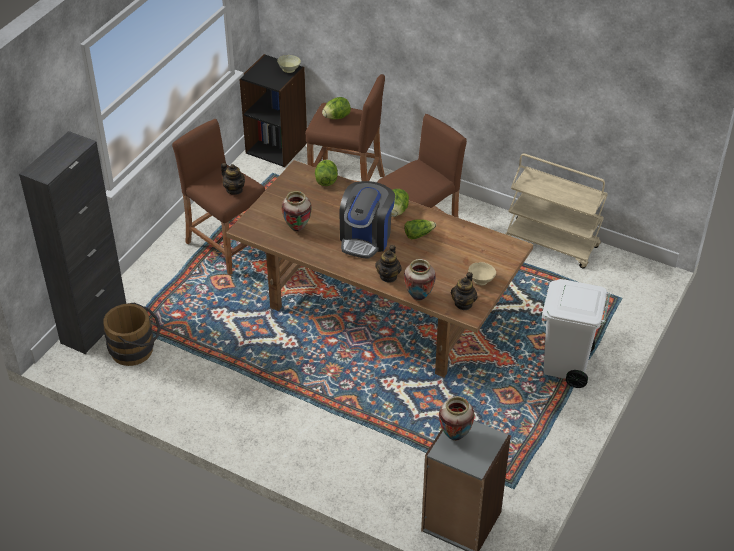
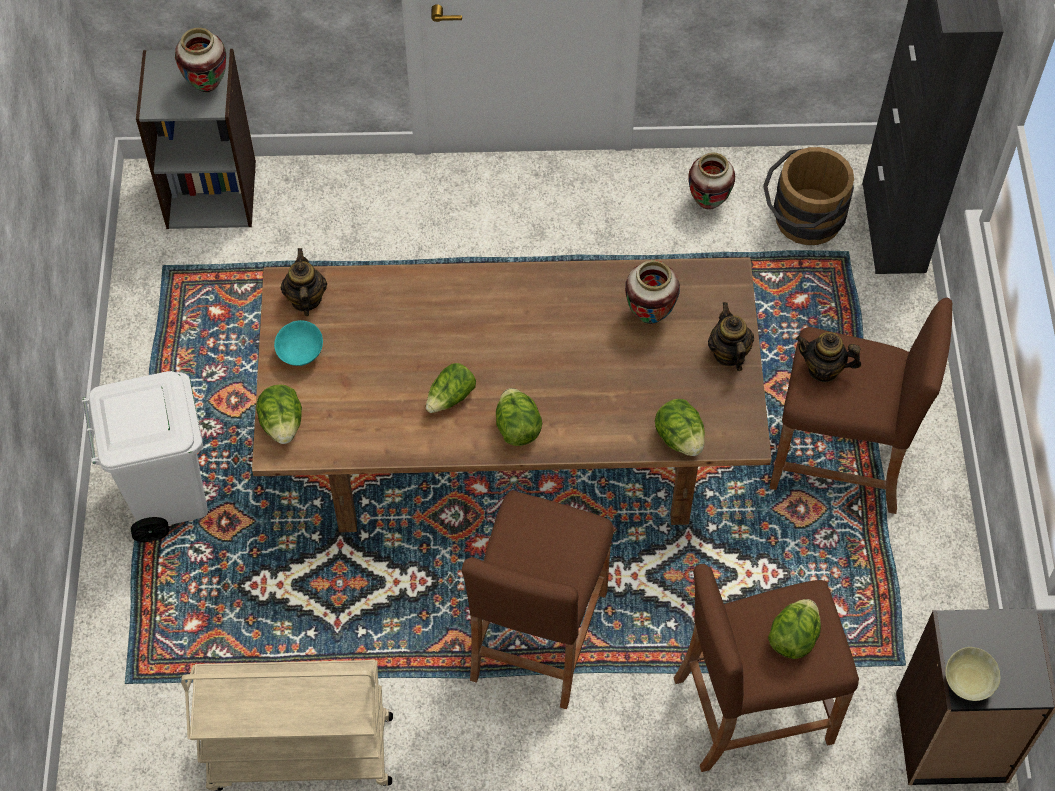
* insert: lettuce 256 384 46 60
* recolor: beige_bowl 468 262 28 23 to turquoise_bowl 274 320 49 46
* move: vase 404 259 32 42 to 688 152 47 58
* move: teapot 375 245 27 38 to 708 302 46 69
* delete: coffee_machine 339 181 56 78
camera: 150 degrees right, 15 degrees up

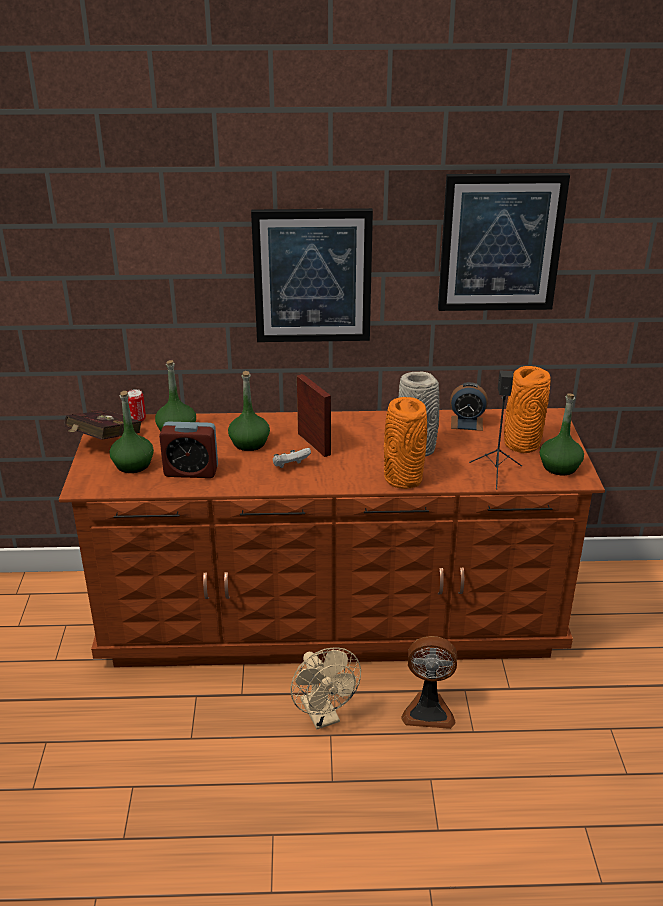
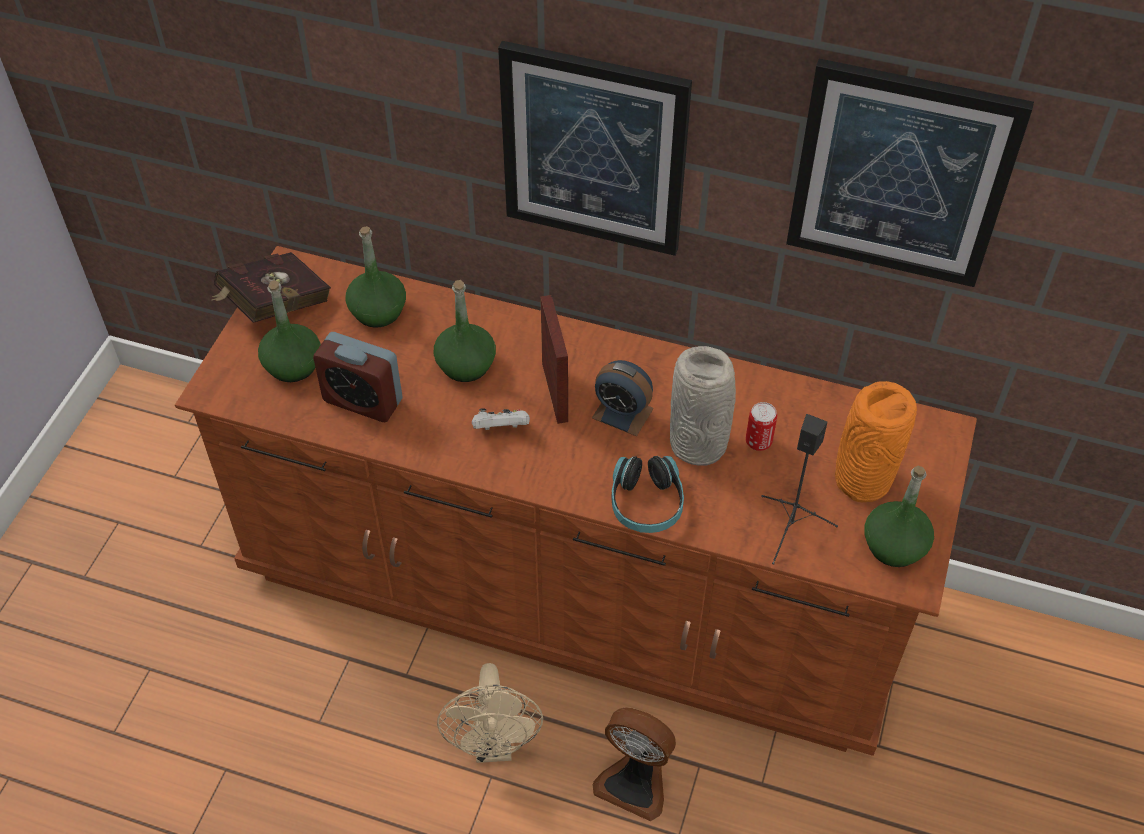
* move: alarm_clock 450 382 38 49 to 592 360 62 76
* replace: orange_vase 384 397 43 92 to headphones 611 456 73 77
* move: can 128 389 18 33 to 746 402 31 49
camera: 20 degrees right, 20 degrees up

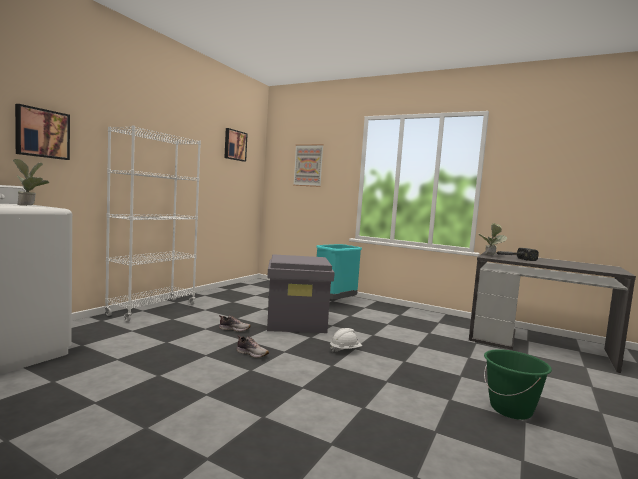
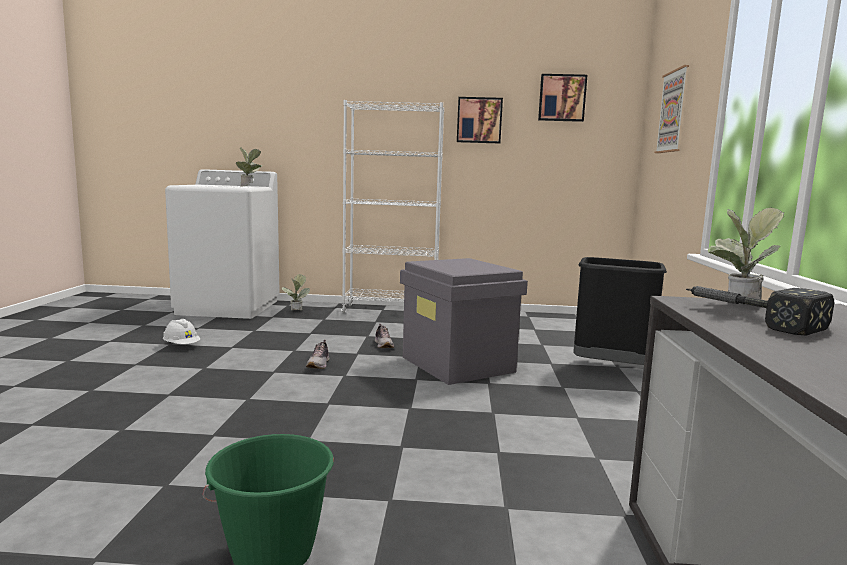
* move: white_hard_hat 330 328 32 25 to 163 319 37 25
* insert: potted_plant 281 274 29 37
* move: picture 15 104 55 56 to 457 97 46 47
* recolor: turquoise_trash_can 316 244 46 55 to black_trash_can 573 257 94 108
camera: 65 degrees right, 5 degrees up

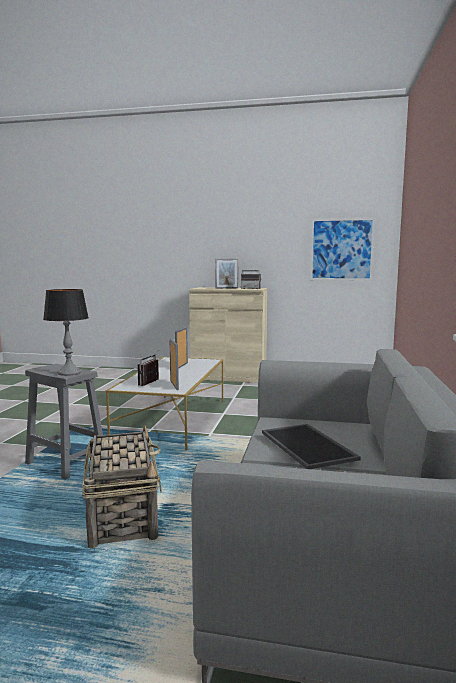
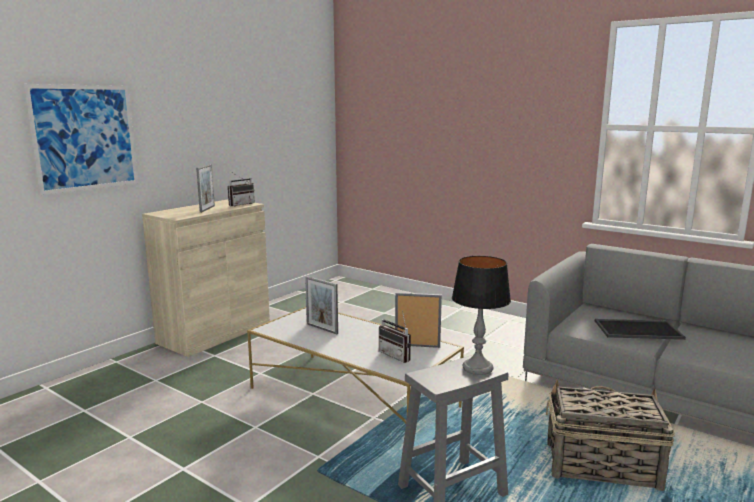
* move: picture 310 218 65 63 to 23 84 115 111
camera: 65 degrees left, 5 degrees up

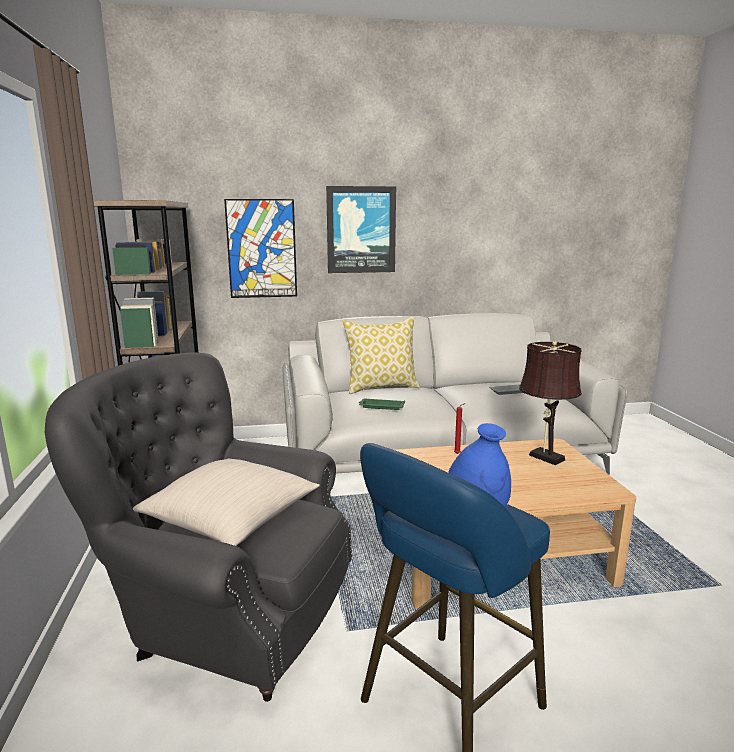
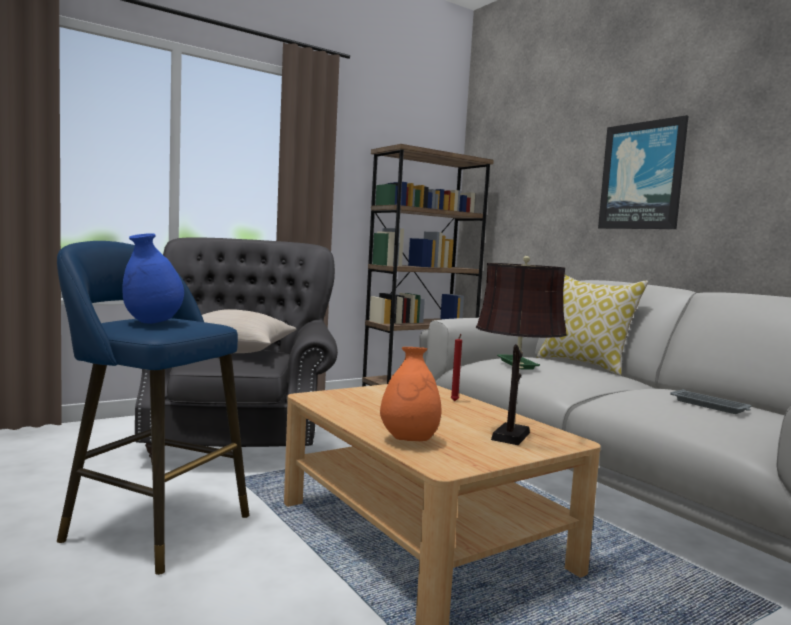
* insert: orange_vase 380 347 61 94
* delete: picture 224 199 73 99
camera: 65 degrees right, 10 degrees down

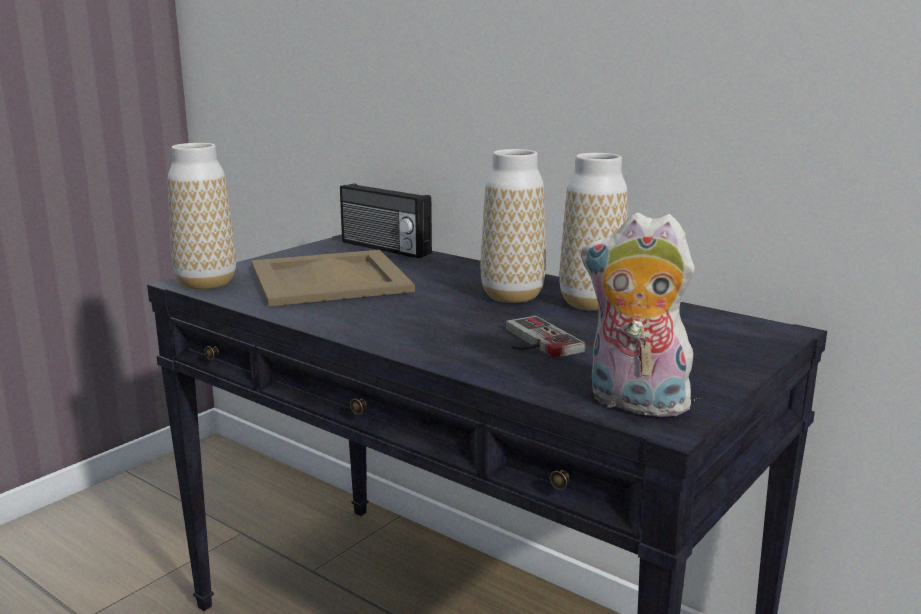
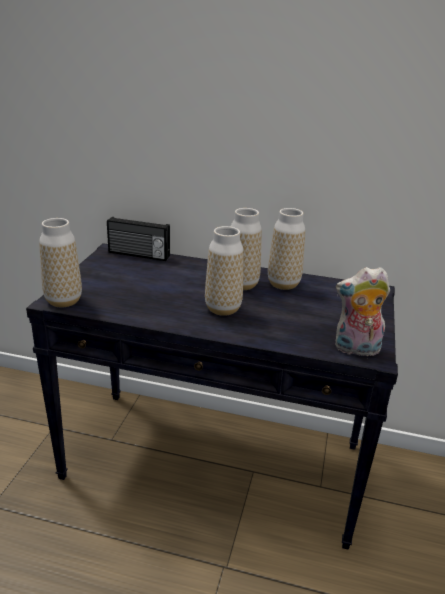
* insert: vase 205 226 38 90
* delete: beige_tray 251 250 164 57
* delete: game_controller 506 316 79 42
camera: 25 degrees left, 10 degrees up

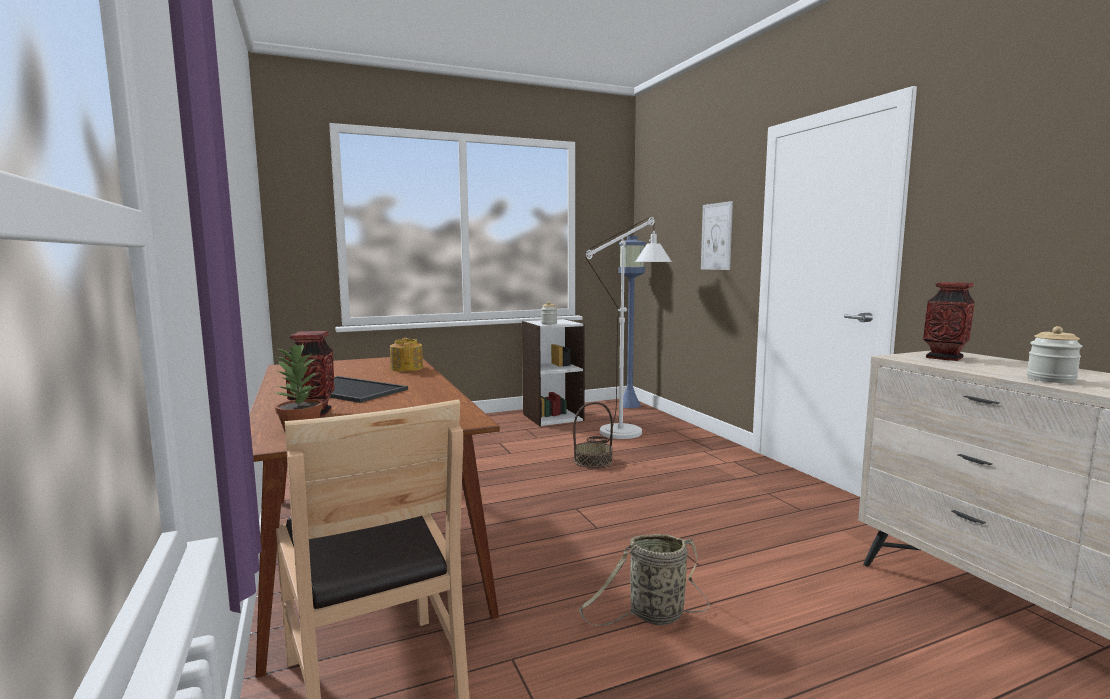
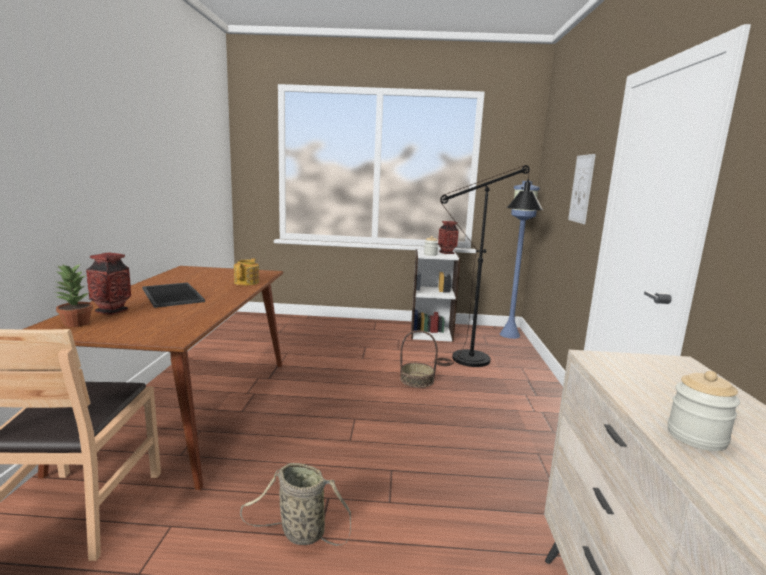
* recolor: white_floor_lamp 585 216 87 227 to black_floor_lamp 434 165 110 202
* move: vase 923 282 52 79 to 438 221 21 33
camera: 25 degrees right, 5 degrees up

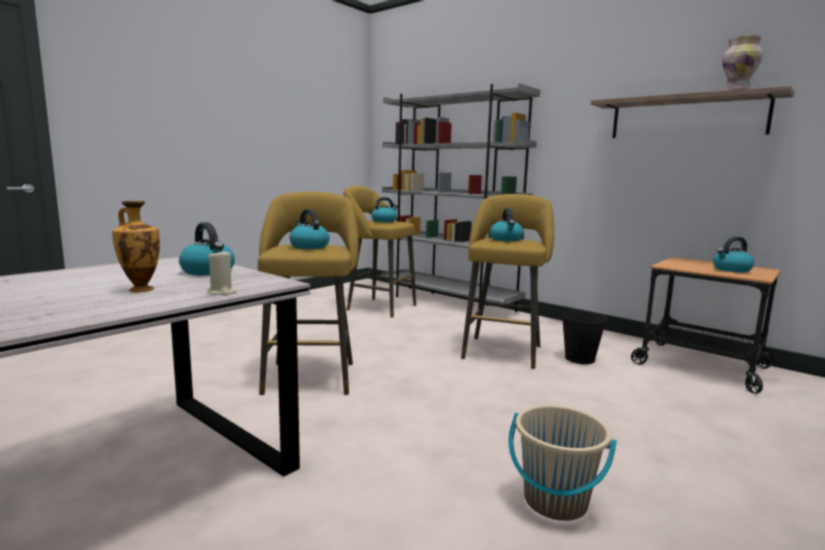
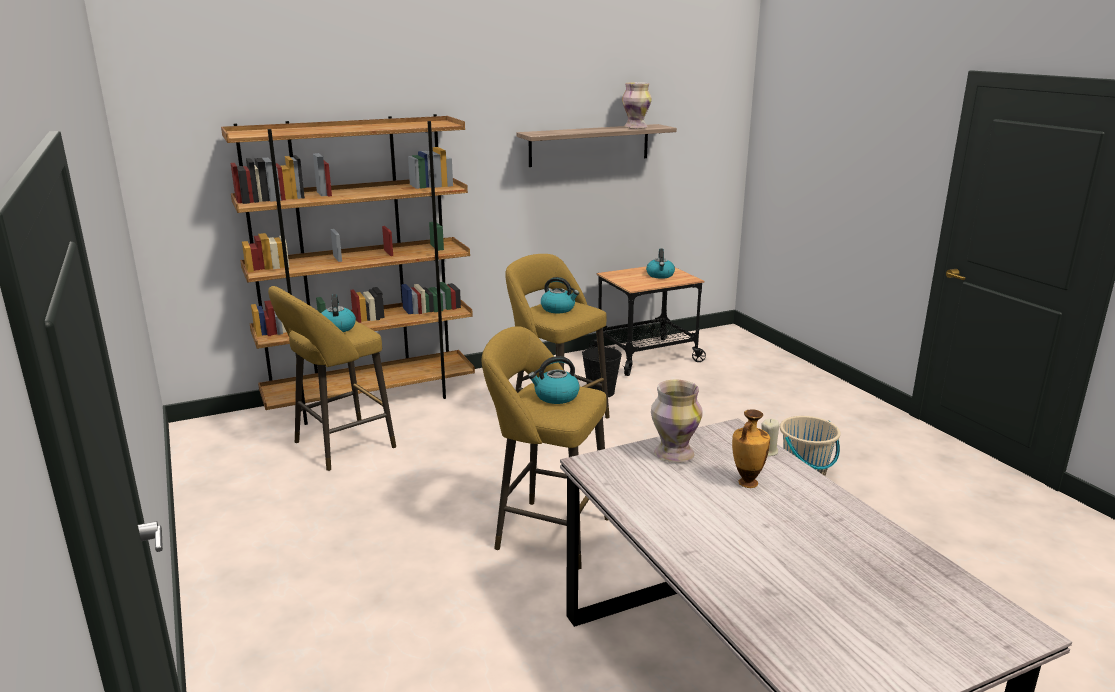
* recolor: grey_bookcase 381 83 159 229 to brown_bookcase 221 114 254 311
* replace: kettle 179 222 56 53 to vase 651 380 51 83
camera: 65 degrees left, 10 degrees up

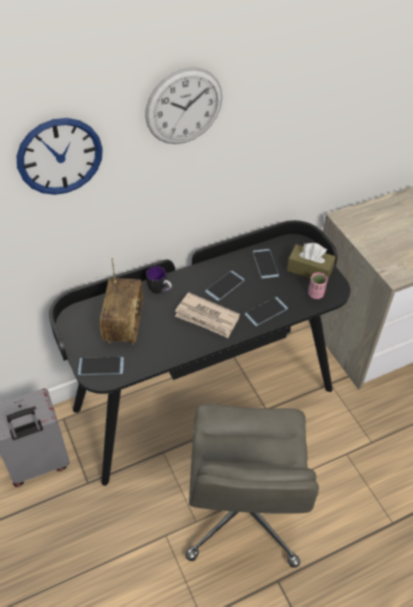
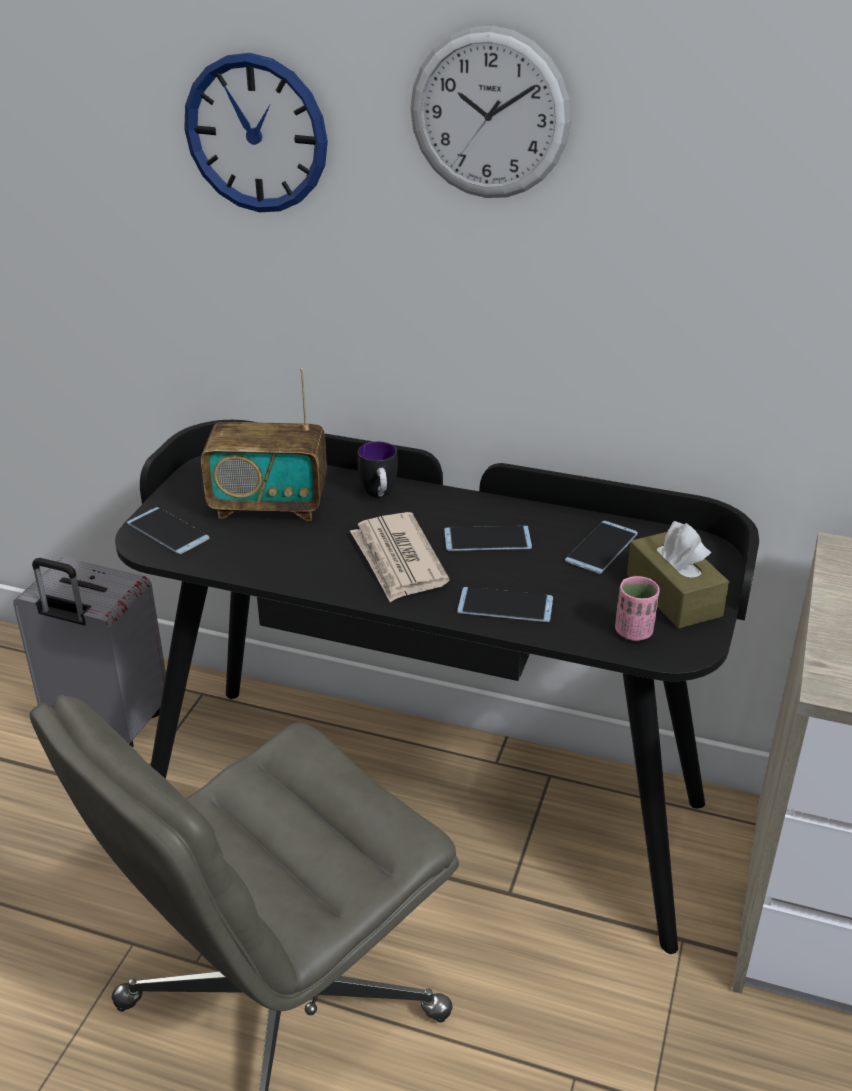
* rotate: radio 100 258 43 87 = 201 368 126 153 45 degrees clockwise
camera: 45 degrees right, 15 degrees down

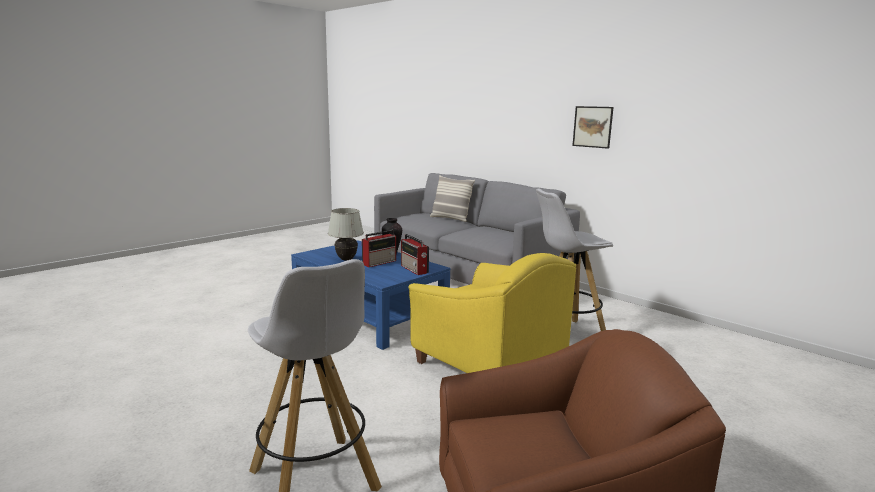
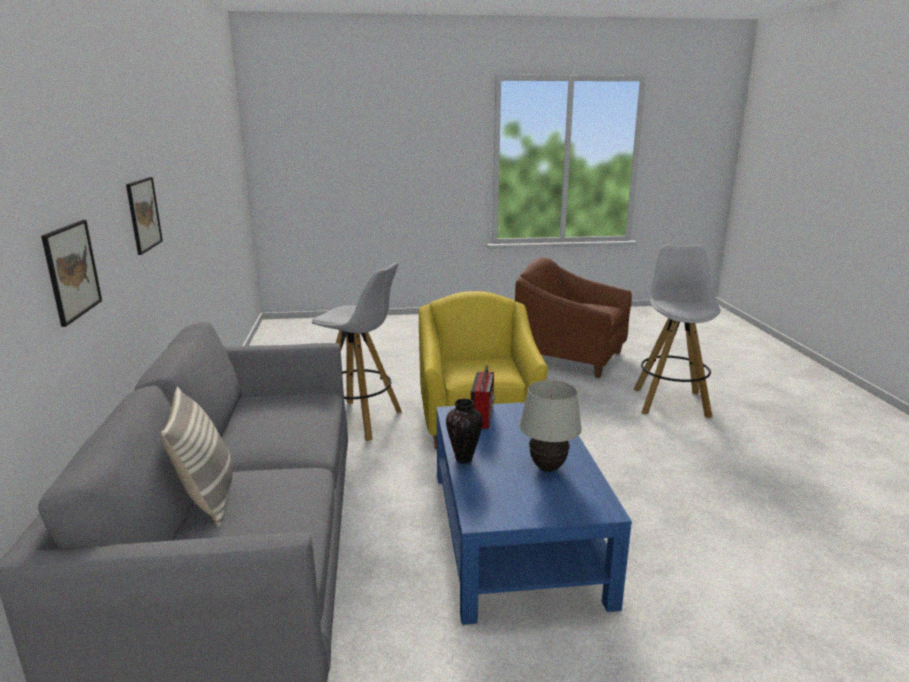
* insert: picture 41 220 61 107
* delete: radio 362 230 34 37
camera: 140 degrees left, 5 degrees up

